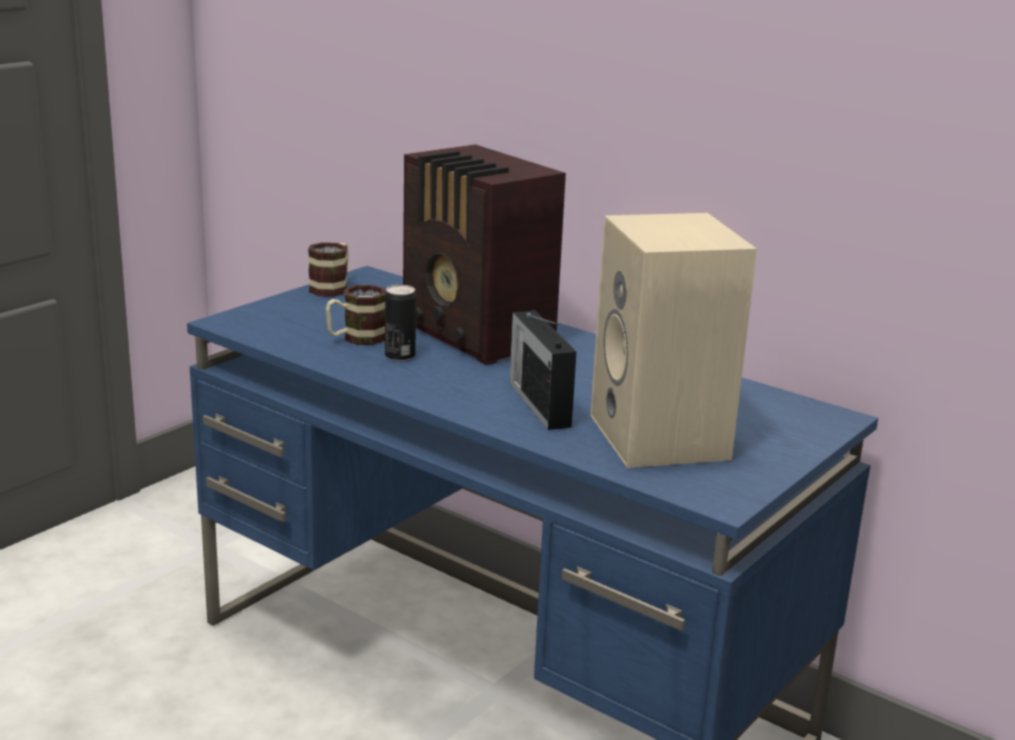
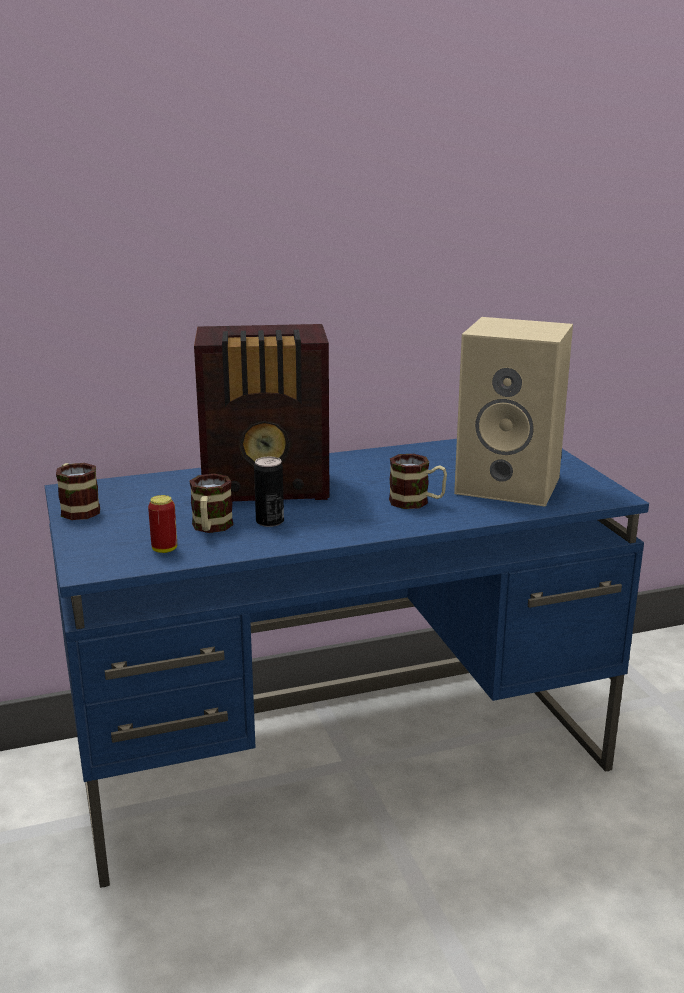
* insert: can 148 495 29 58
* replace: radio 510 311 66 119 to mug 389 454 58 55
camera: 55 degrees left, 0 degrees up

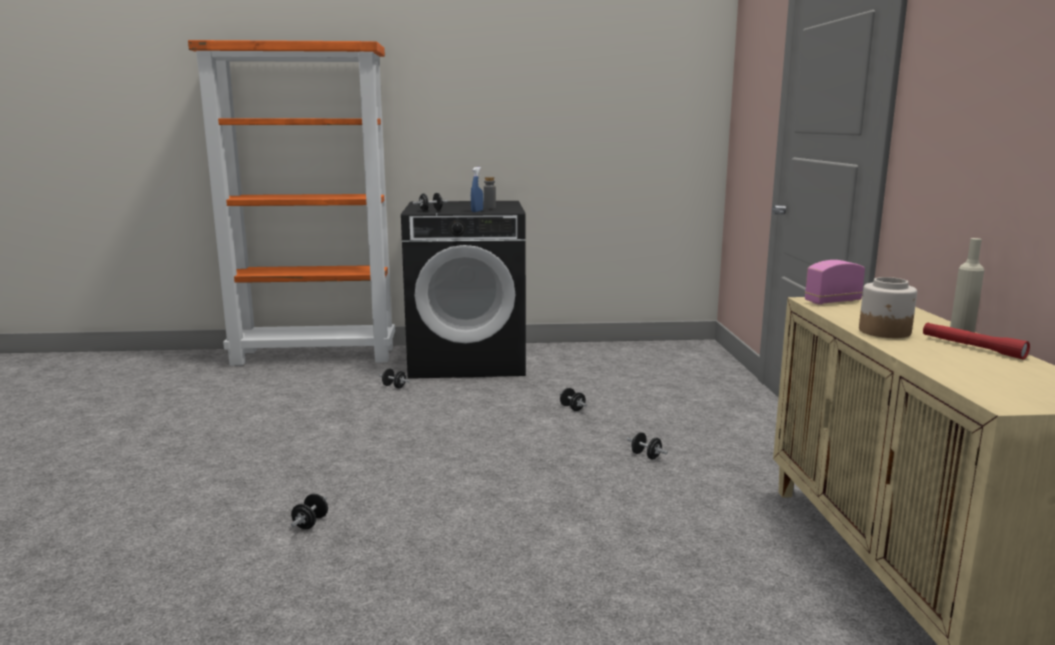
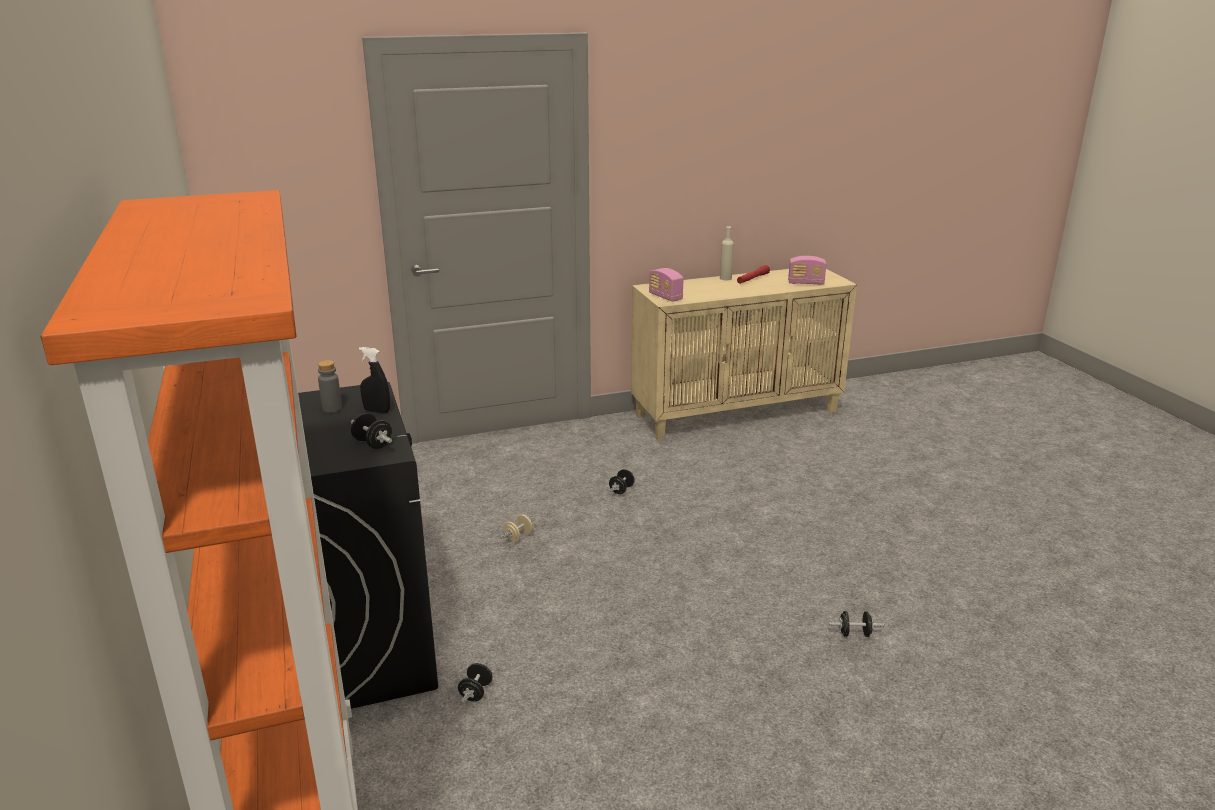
* recolor: blue_spray_bottle 471 167 12 45 to black_spray_bottle 359 347 31 66
* recolor: black_dumbbell 559 388 28 23 to beige_dumbbell 500 515 35 27
* insert: radio 788 256 38 29
* delete: jar 859 277 58 61
camera: 105 degrees left, 10 degrees up

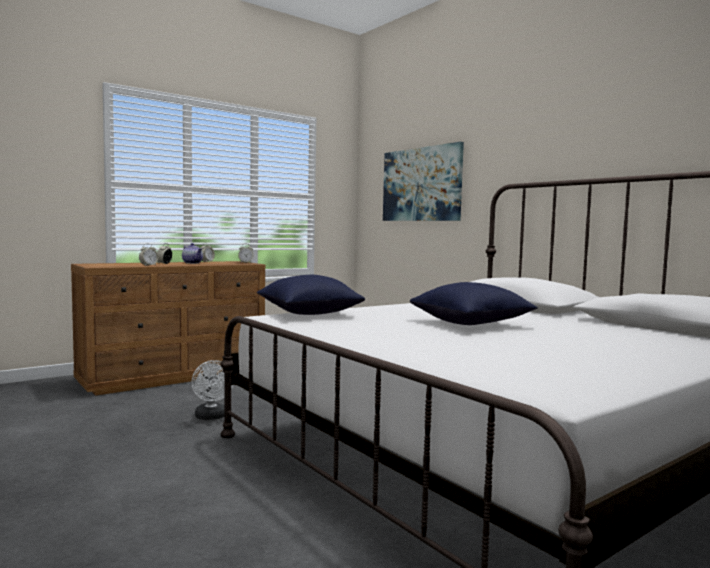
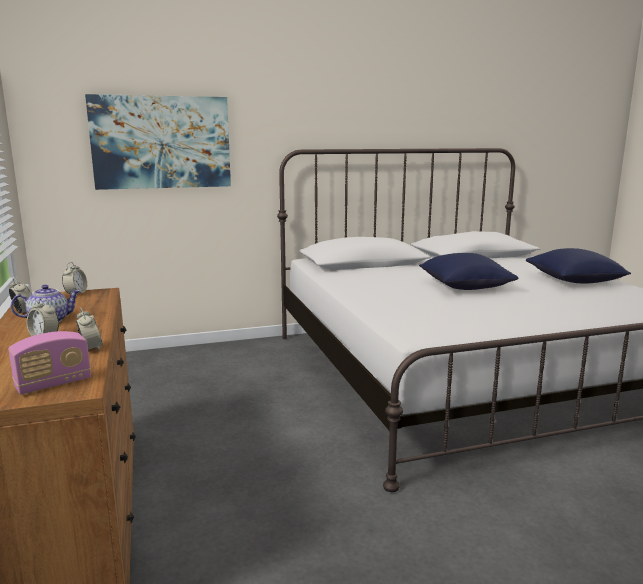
* insert: radio 8 331 83 64
* move: blue_pillow 257 275 108 40 to 526 248 105 36
* delete: white_fan 191 360 42 60
camera: 70 degrees left, 10 degrees up

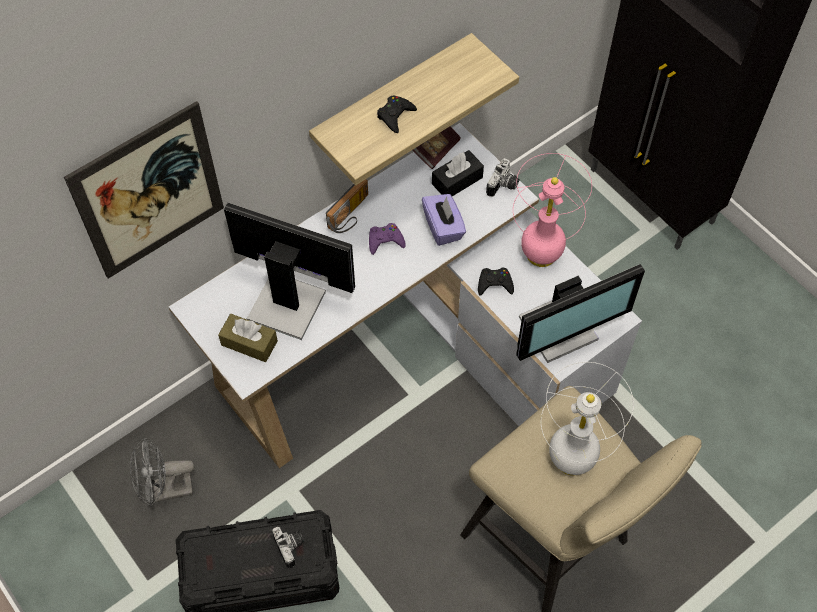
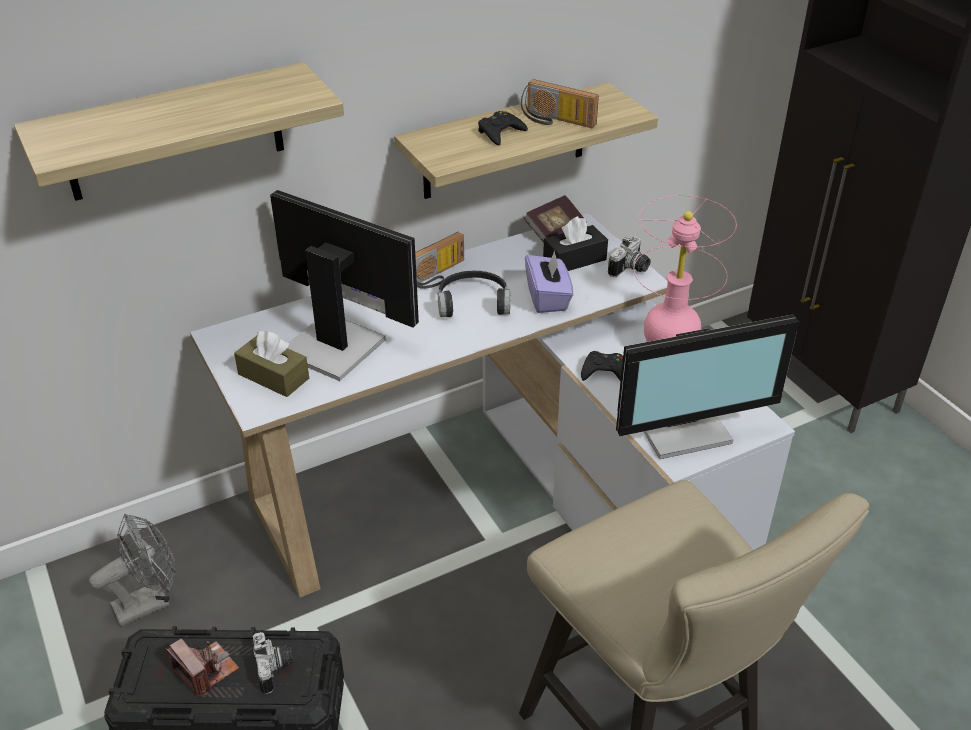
* replace: picture 64 101 160 178 to shelf 14 62 330 139
* rotate: grey_fan 130 437 64 70 = 89 514 87 113 150 degrees clockwise
* insert: photo_camera 166 638 73 59
* replace: purple_game_controller 369 223 37 32 to black_headphones 438 271 73 46
* insert: radio 521 79 78 49
* delete: white_table_lamp 541 362 93 113
camera: 10 degrees right, 20 degrees down

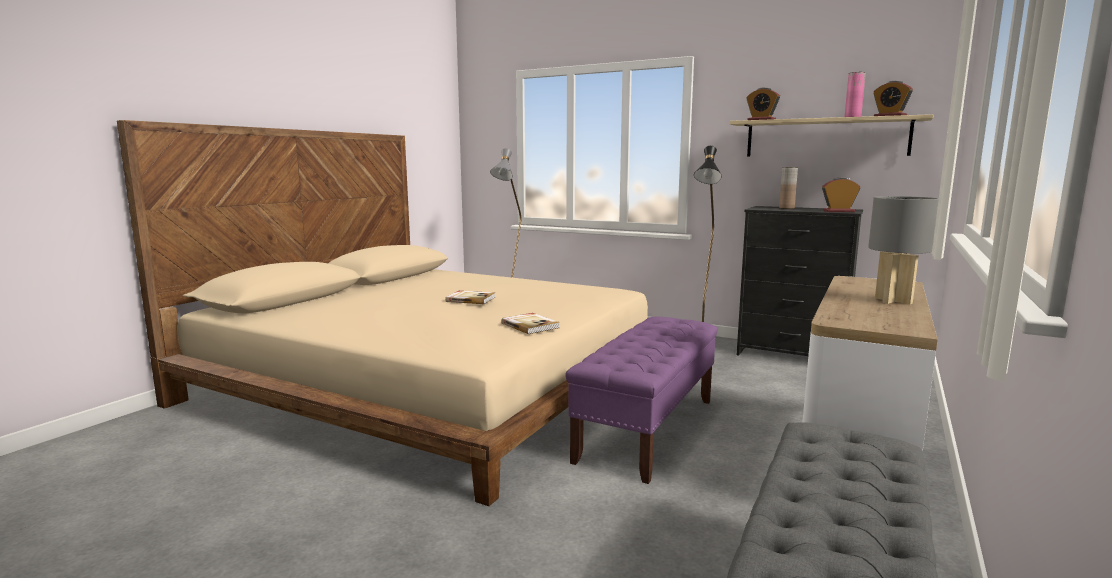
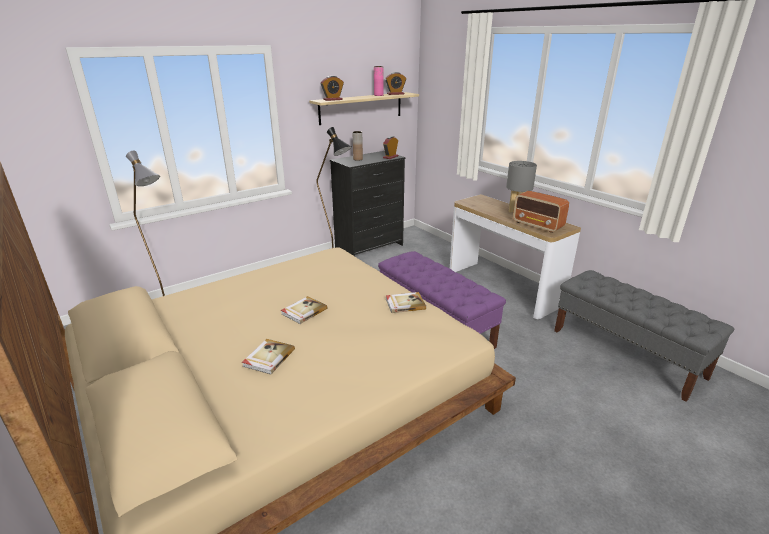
* insert: book 242 339 53 36
* insert: radio 513 191 56 42
camera: 65 degrees left, 15 degrees up

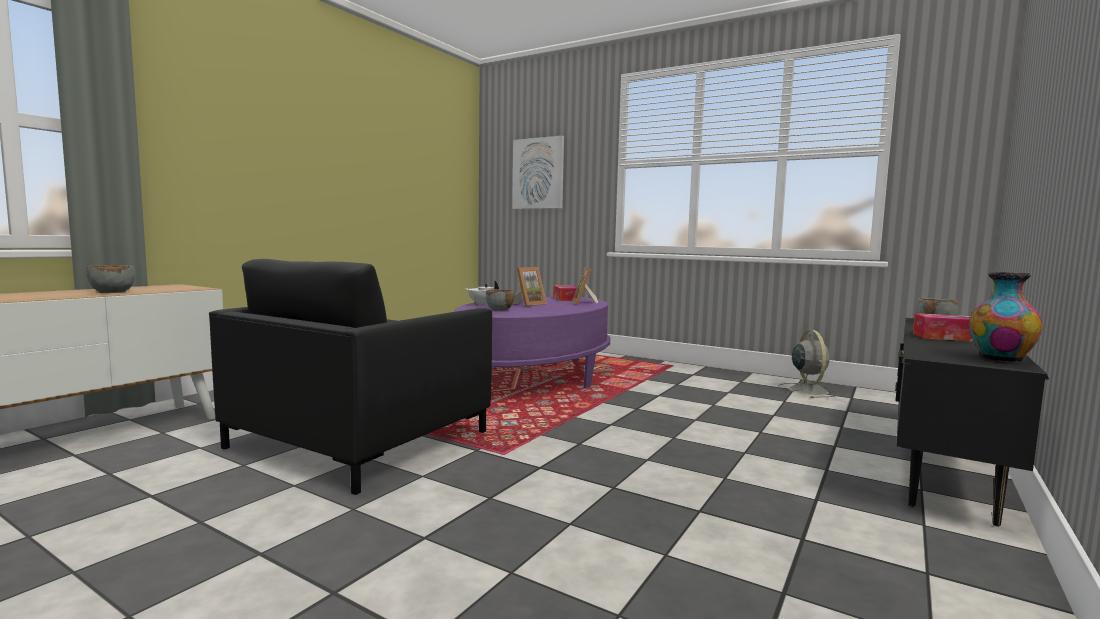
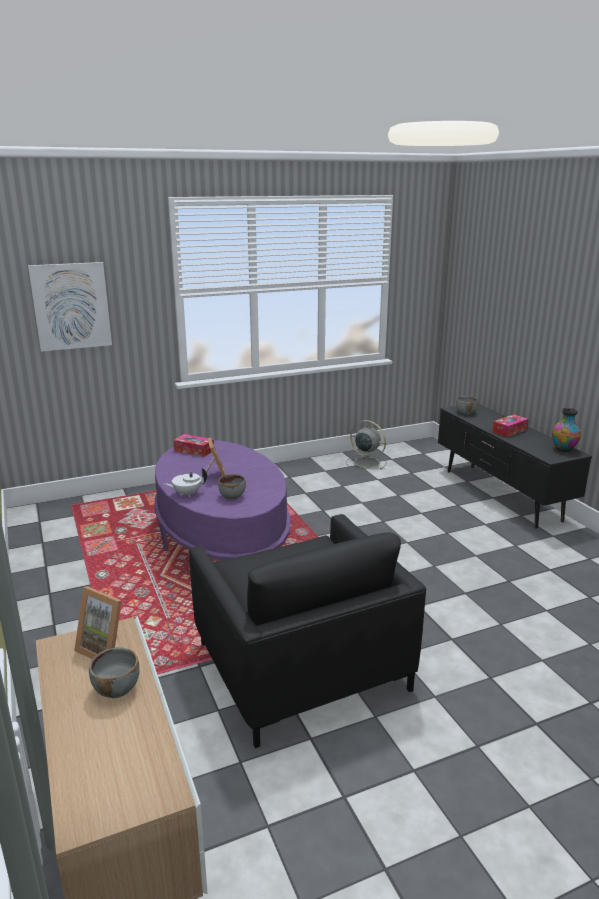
* move: picture_frame 572 267 26 38 to 74 586 48 73
camera: 55 degrees left, 15 degrees up

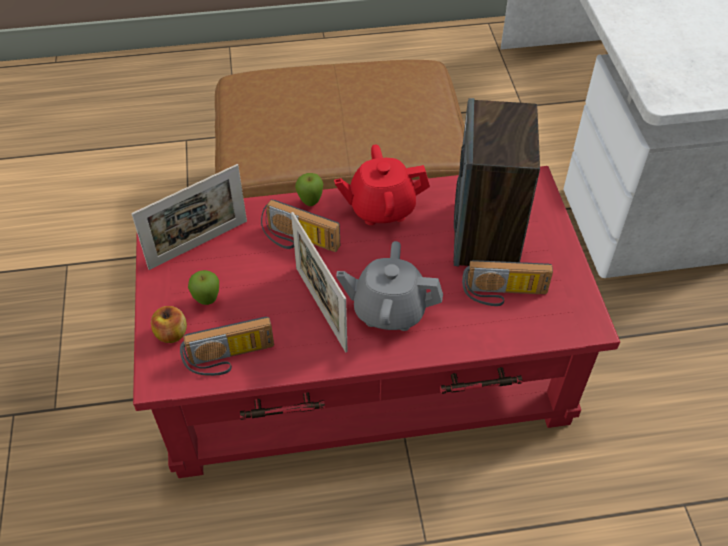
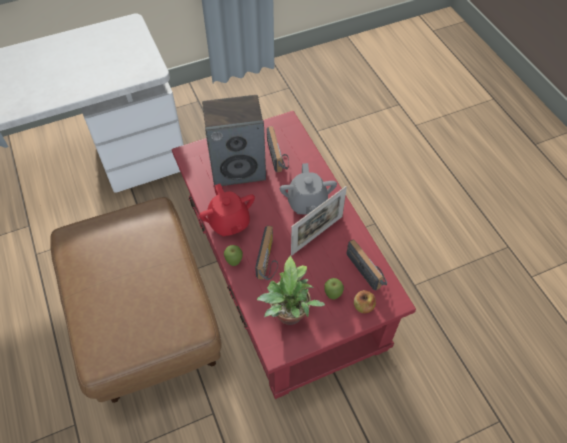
* replace: picture_frame 131 164 116 106 to potted_plant 257 255 68 70
camera: 105 degrees left, 5 degrees up

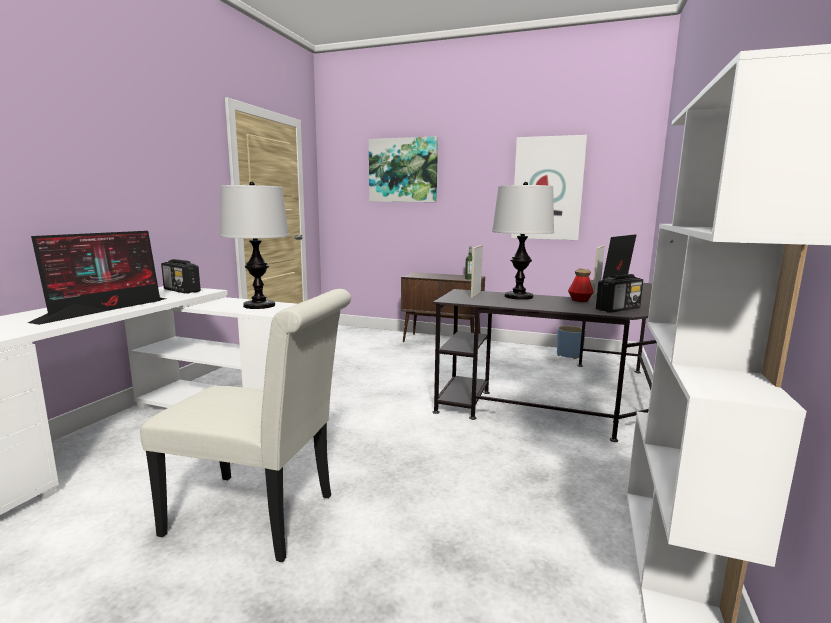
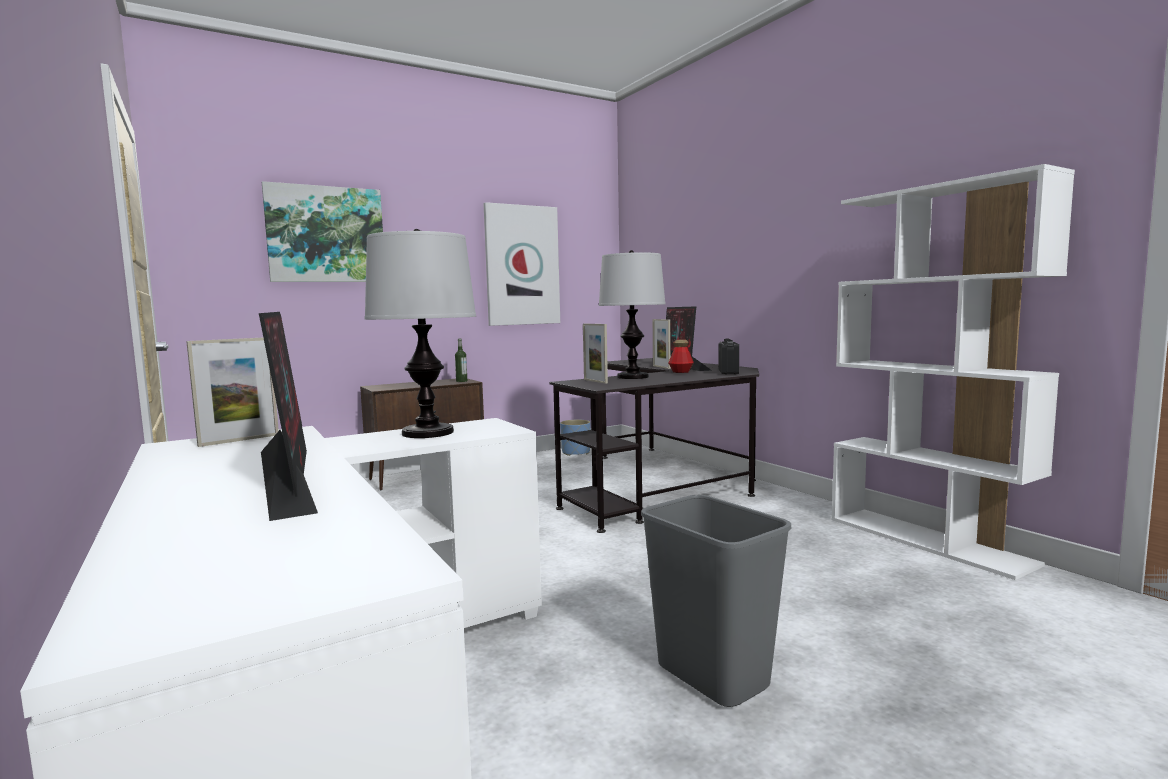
* replace: radio 161 259 40 35 to picture_frame 186 338 93 109
* replace: white_chair 140 289 211 273 to grey_trash_can 641 495 150 212
camera: 50 degrees left, 5 degrees down

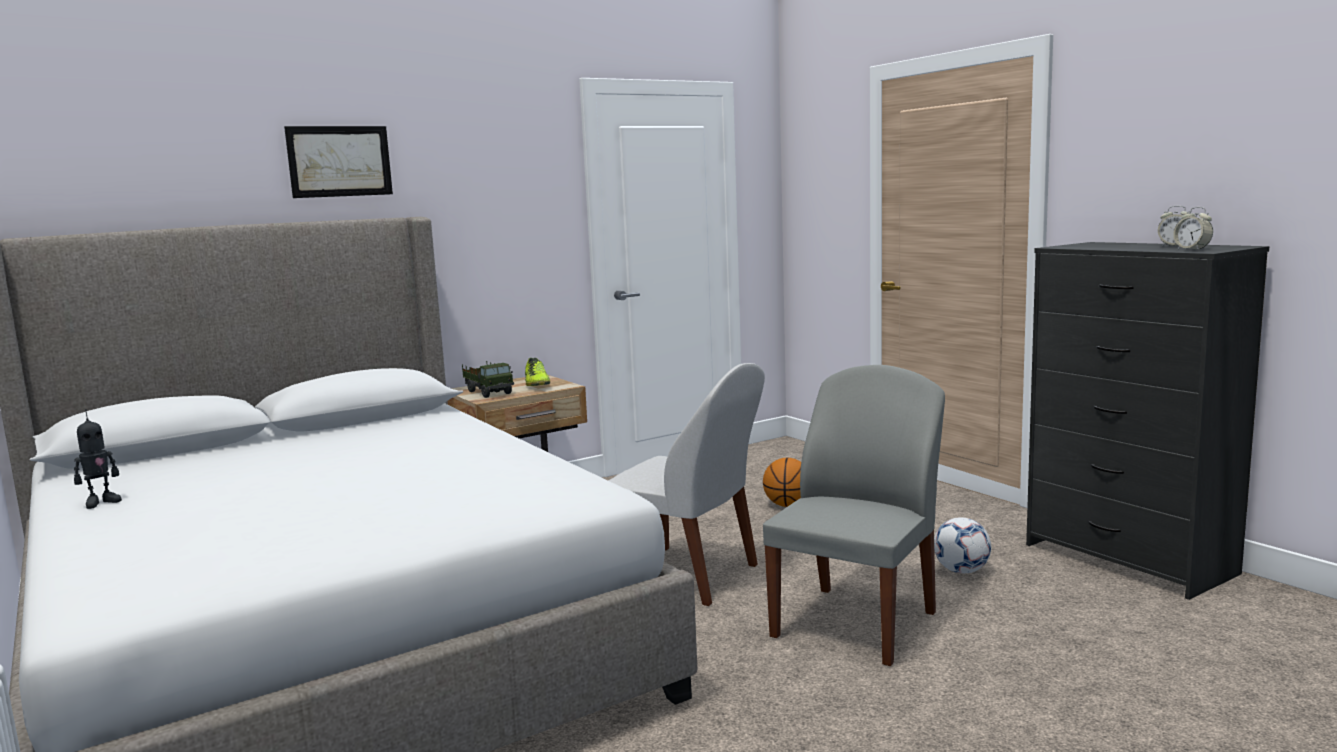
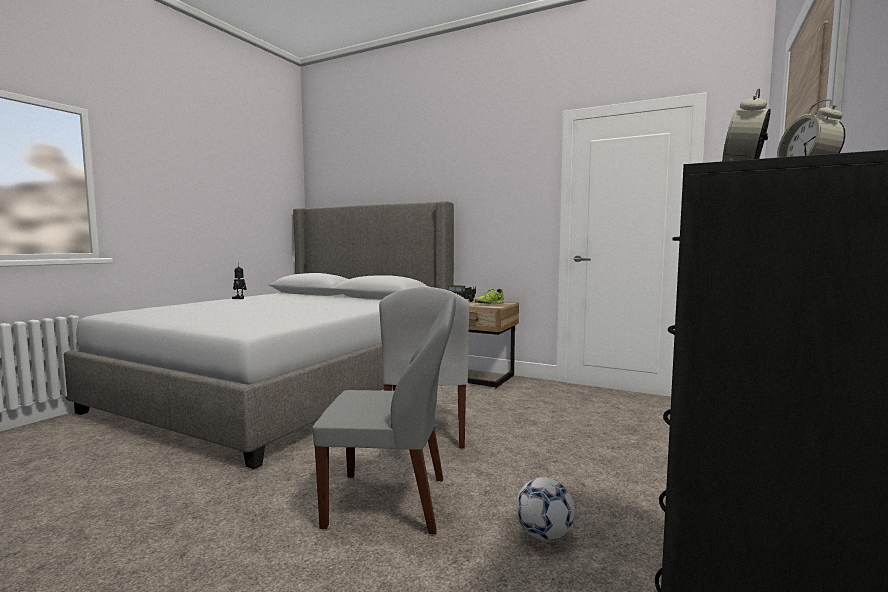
* delete: picture 284 126 109 72
* delete: basketball 763 458 38 49
camera: 60 degrees right, 5 degrees down

